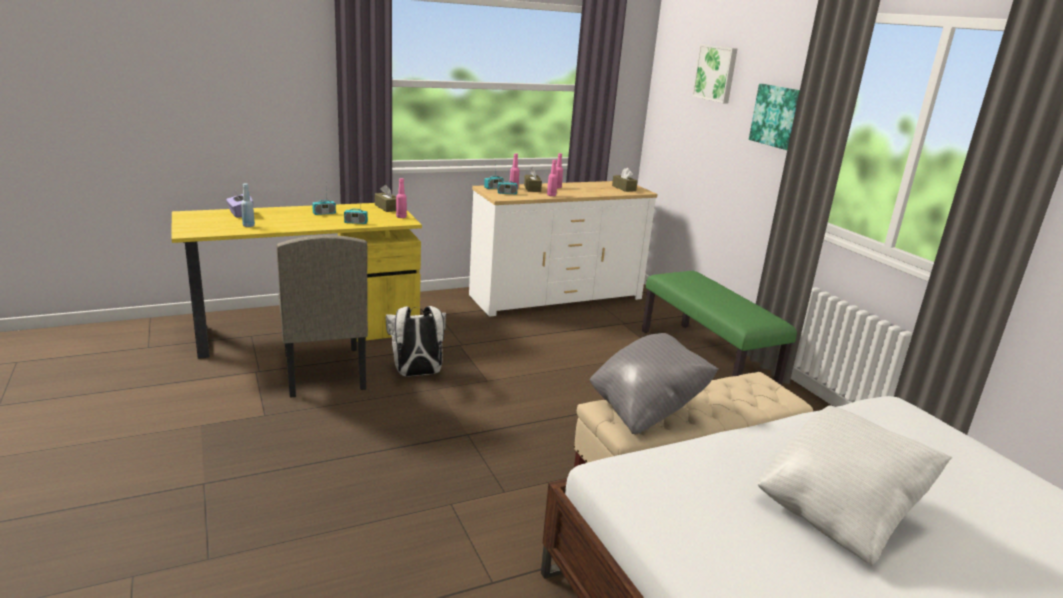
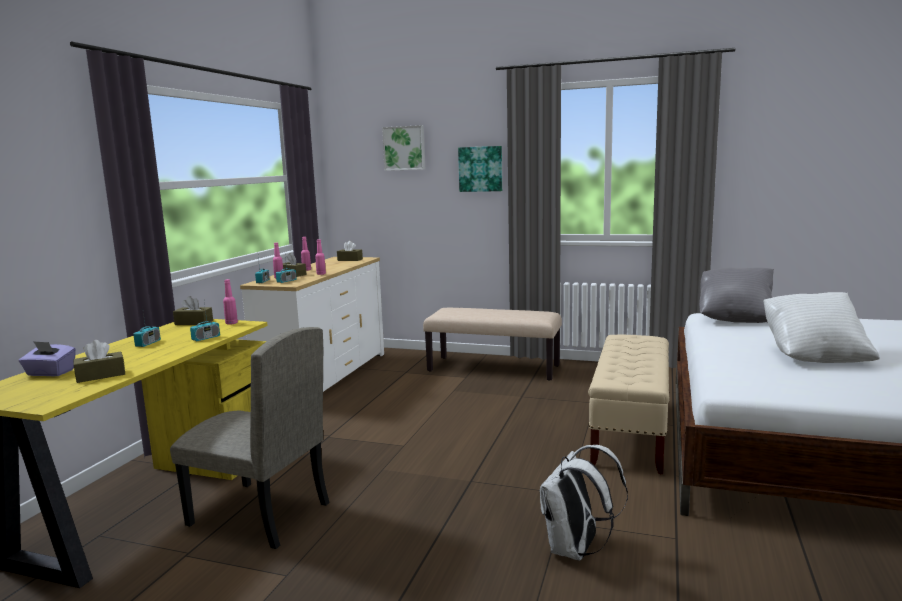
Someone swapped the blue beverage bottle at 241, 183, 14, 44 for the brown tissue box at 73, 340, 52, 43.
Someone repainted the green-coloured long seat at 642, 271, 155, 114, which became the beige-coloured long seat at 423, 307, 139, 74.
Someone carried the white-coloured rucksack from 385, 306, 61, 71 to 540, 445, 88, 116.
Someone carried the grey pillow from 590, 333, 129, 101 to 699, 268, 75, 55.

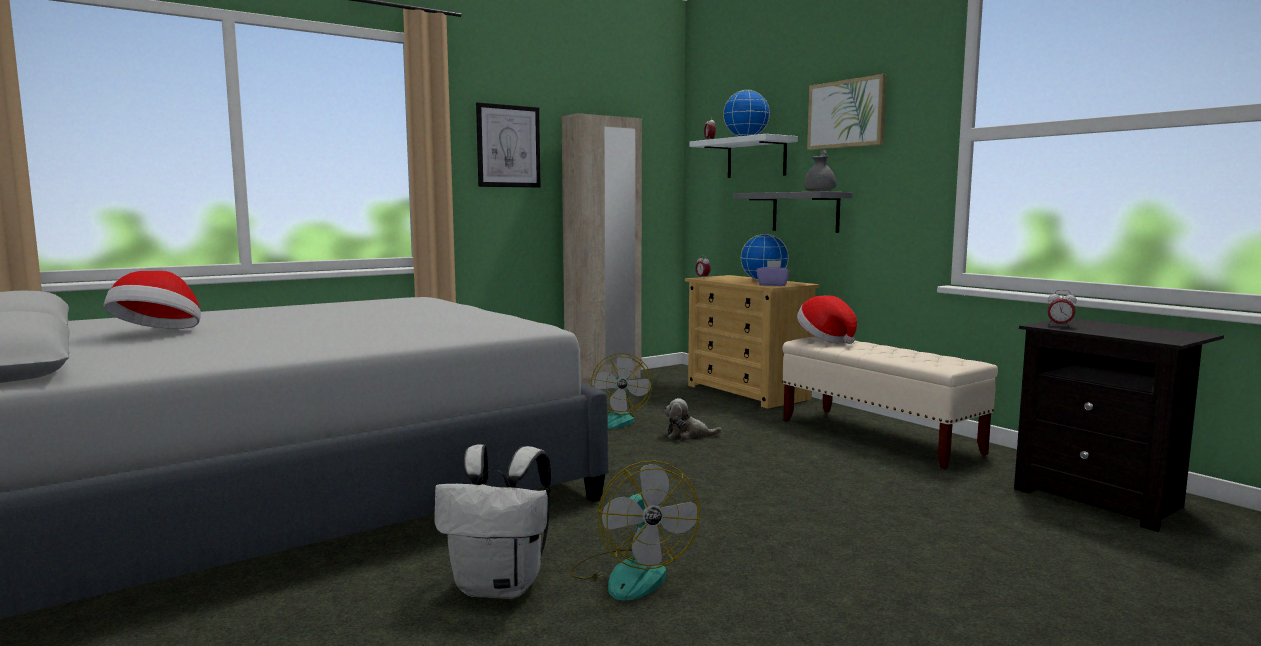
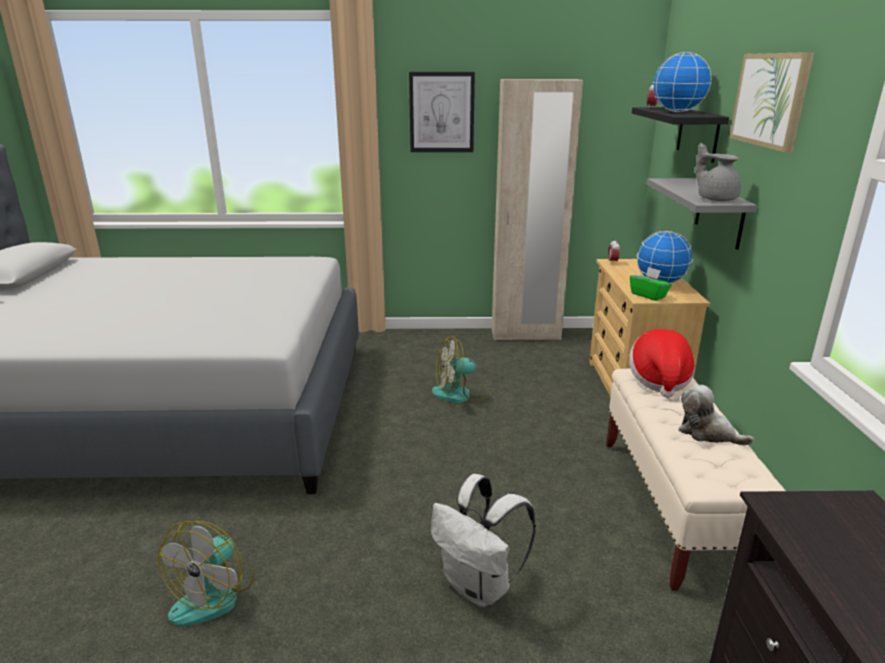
Someone repainted the white-coloured shelf at 689, 134, 109, 44, which became the black-coloured shelf at 632, 107, 97, 56.
Someone rotated the grey tea pot at 804, 150, 32, 42 by 90 degrees counterclockwise.
Someone repainted the purple tissue box at 756, 260, 34, 26, which became the green-coloured tissue box at 630, 267, 41, 34.
Someone took away the clothing hat at 104, 271, 97, 58.
Someone took away the bedside clock at 1048, 290, 29, 37.
Someone rotated the cooling fan at 591, 353, 62, 76 by 45 degrees clockwise.
Someone carried the soft toy from 664, 398, 58, 42 to 678, 385, 76, 61.
Someone carried the white-coloured rucksack from 435, 444, 116, 155 to 431, 474, 105, 133.

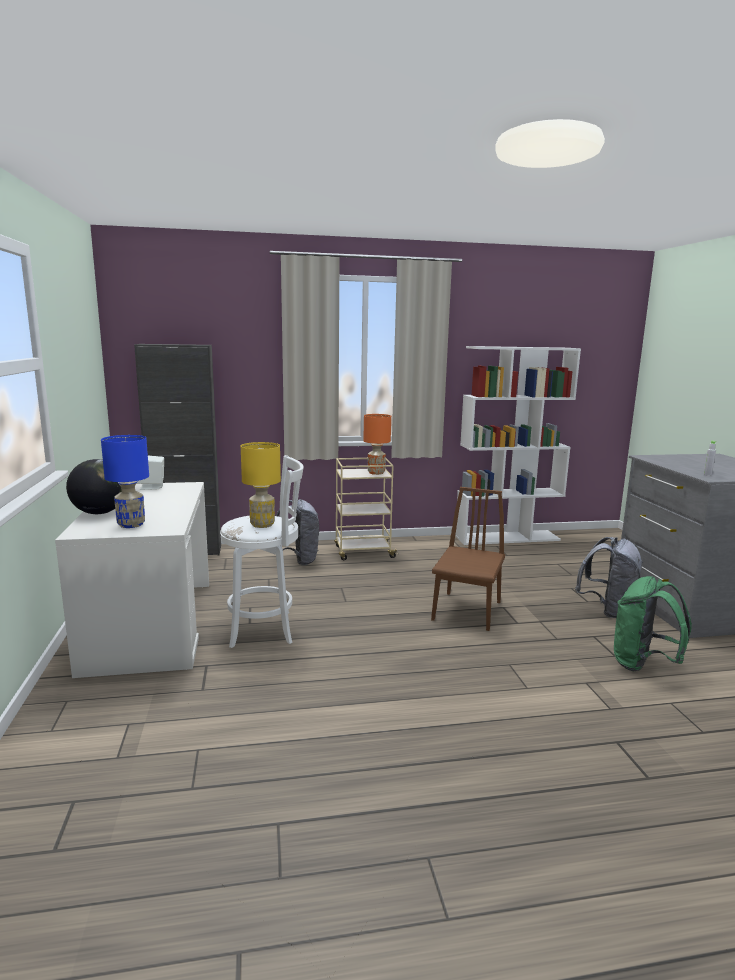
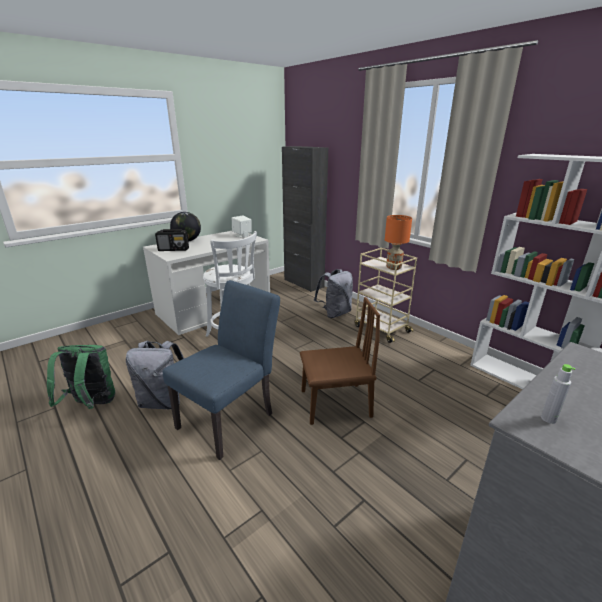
Someone swapped the blue lamp for a table at 101, 435, 48, 93 for the radio set at 155, 229, 34, 22.
Someone took away the yellow-coloured lamp for a table at 241, 442, 40, 86.
Someone carried the grey rucksack from 575, 537, 68, 81 to 126, 341, 58, 68.
Someone carried the green-coloured rucksack from 614, 576, 78, 95 to 47, 345, 68, 64.
Someone put down the blue chair at 163, 280, 117, 180.

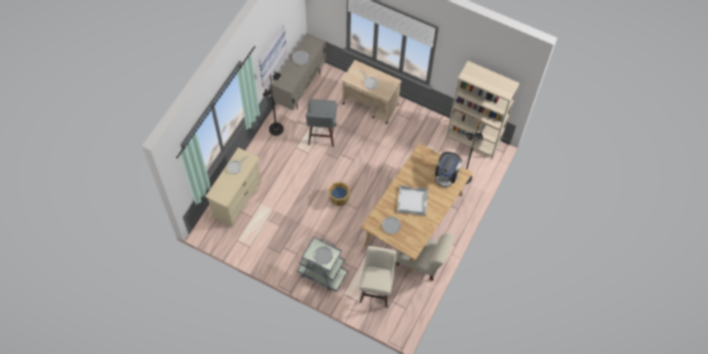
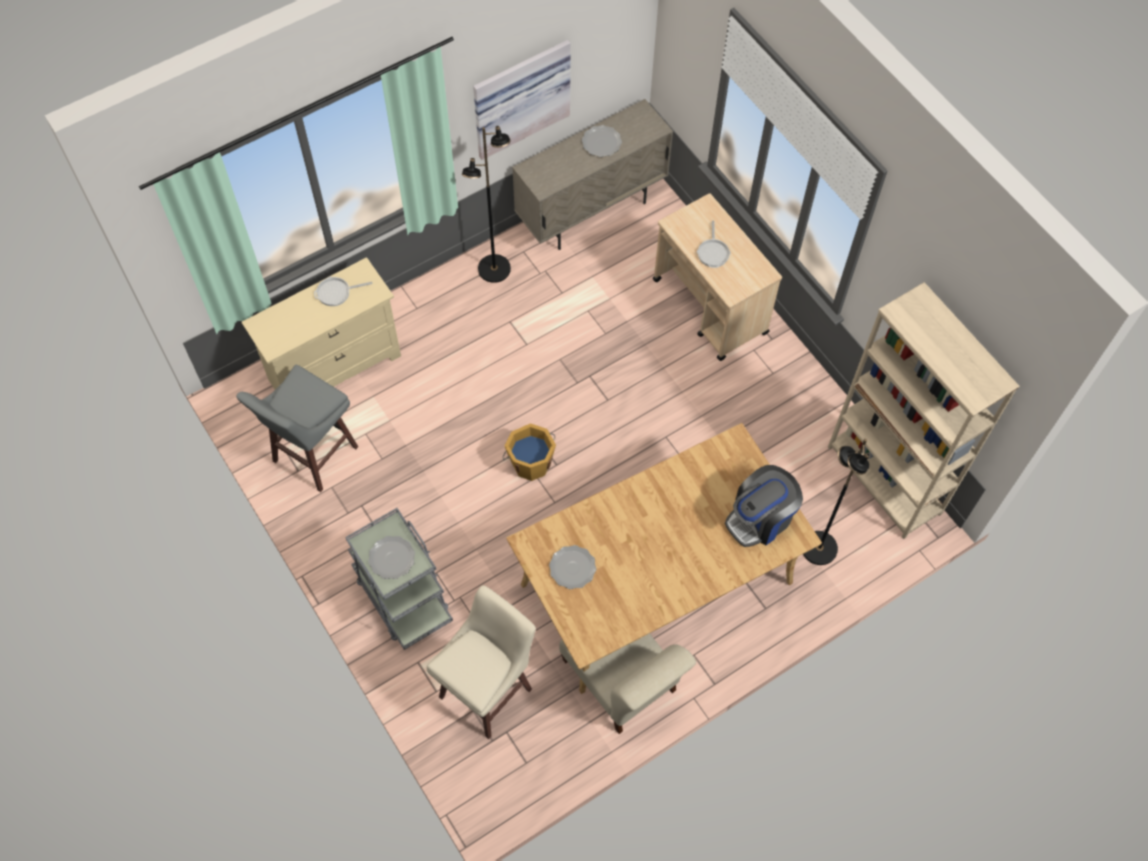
Someone carried the grey sitting stool from 306, 99, 31, 48 to 236, 365, 122, 127.
Someone took away the white-coloured tray at 397, 185, 31, 31.

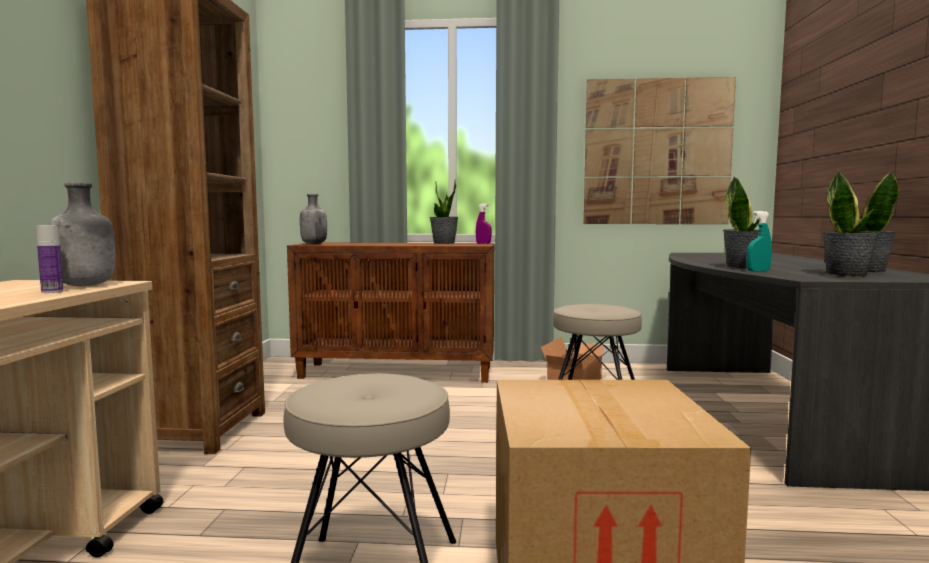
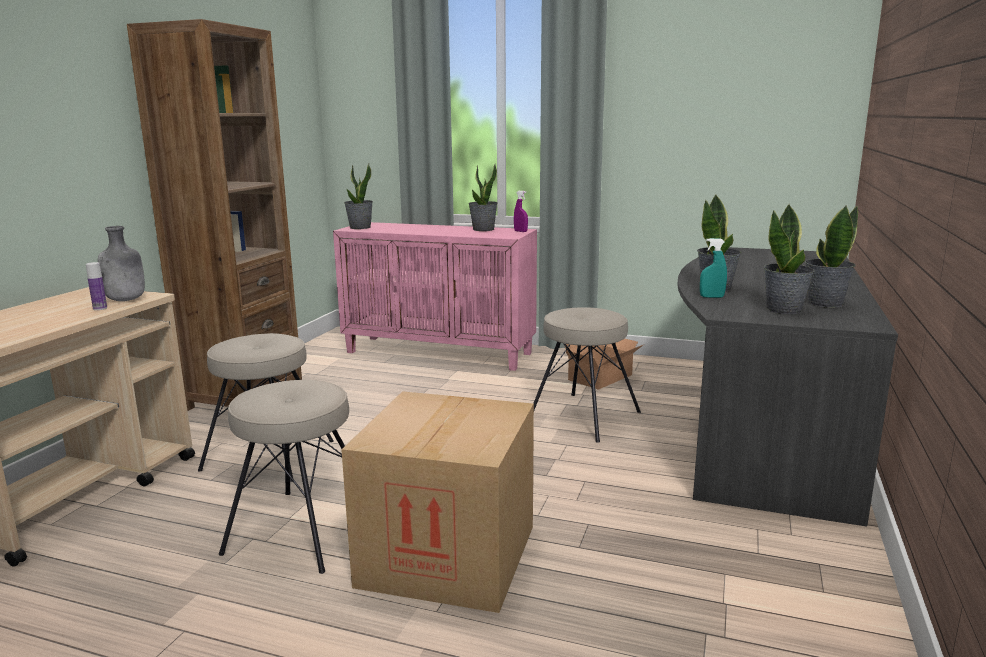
Someone took away the picture at 584, 77, 152, 147.
Someone swapped the grey beverage bottle at 300, 194, 27, 50 for the plant in a pot at 344, 164, 29, 65.
Someone repainted the brown storage cabinet at 287, 243, 207, 140, which became the pinkish storage cabinet at 333, 222, 204, 149.
Someone put down the beige-coloured sitting stool at 198, 333, 135, 149.

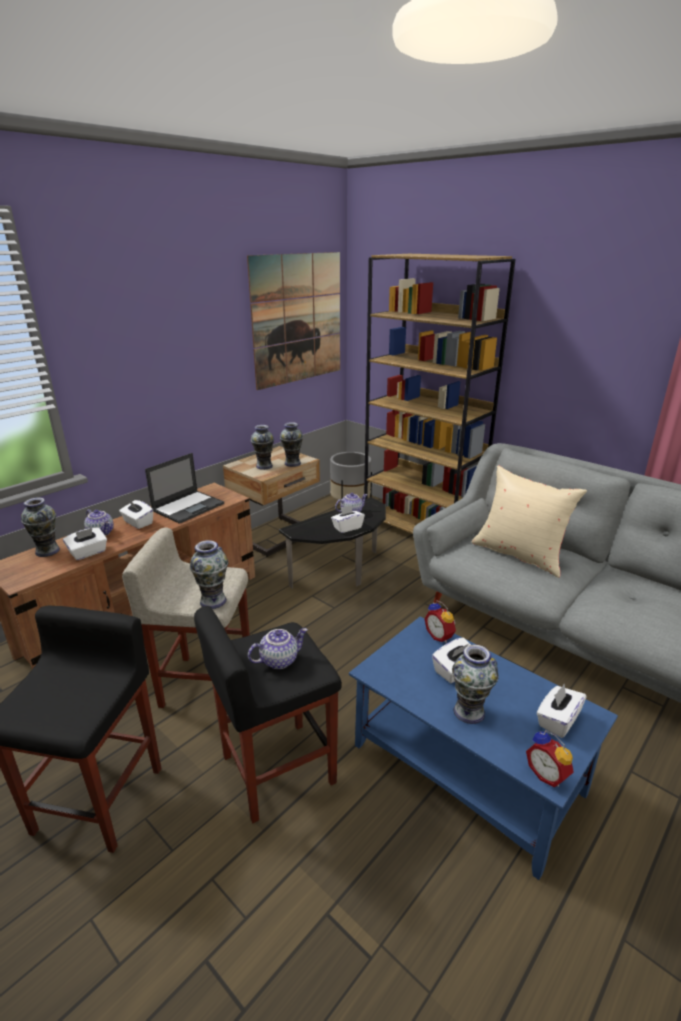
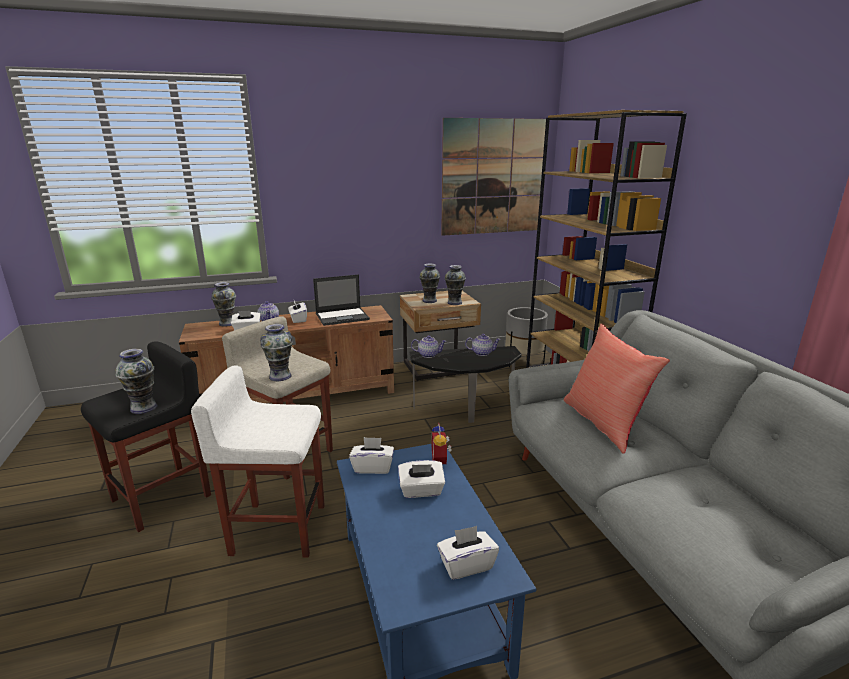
Someone repainted the beige-coloured pillow at 472, 465, 115, 113, which became the reddish pillow at 564, 324, 106, 130.
Someone carried the white-coloured tissue box from 331, 505, 34, 28 to 349, 437, 45, 37.
Someone repainted the black-coloured sitting stool at 194, 606, 148, 217, which became the white-coloured sitting stool at 191, 365, 134, 193.
Someone carried the tea pot from 248, 628, 60, 41 to 411, 335, 35, 23.
Someone carried the vase from 452, 645, 46, 79 to 115, 349, 43, 65.
Someone took away the bedside clock at 526, 730, 48, 57.

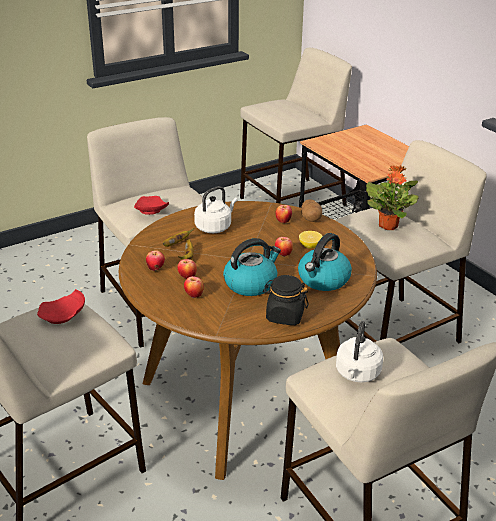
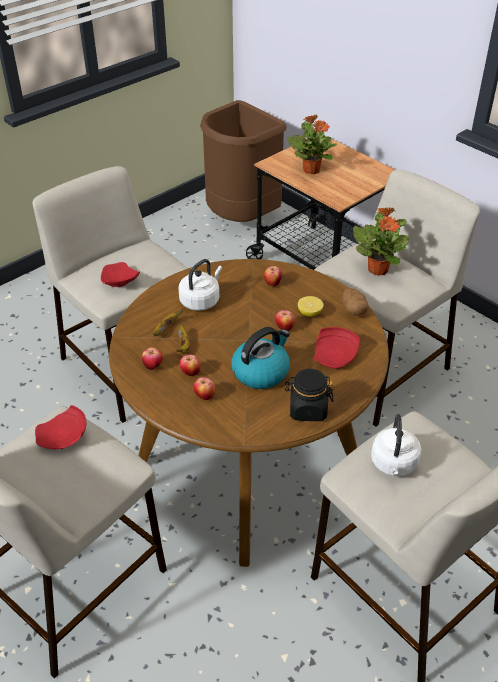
Someone swapped the beige-coloured sitting stool at 240, 48, 112, 158 for the brown trash can at 200, 100, 87, 122.
Someone carried the spud from 301, 199, 21, 23 to 342, 288, 27, 28.
Someone swapped the water kettle at 298, 233, 54, 58 for the reddish dinner plate at 314, 327, 46, 42.
Someone put down the plant in a pot at 287, 114, 50, 60.

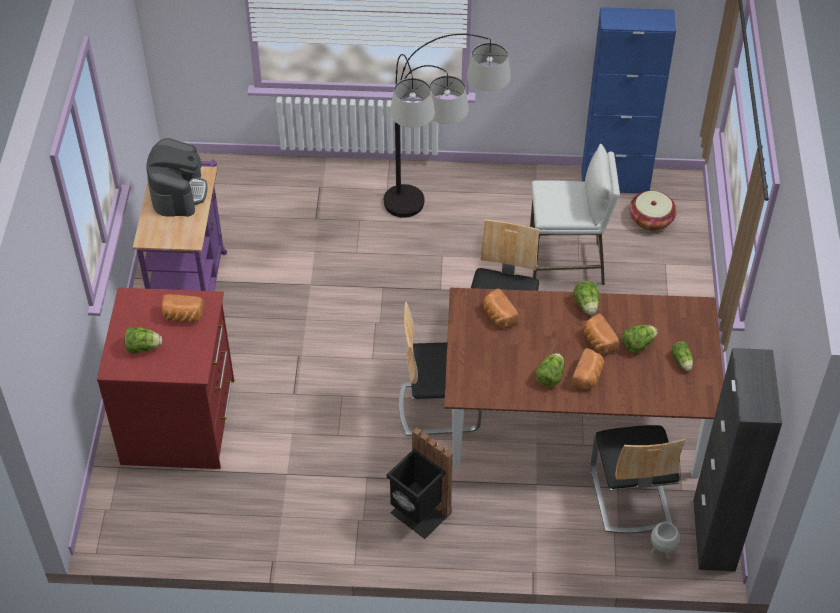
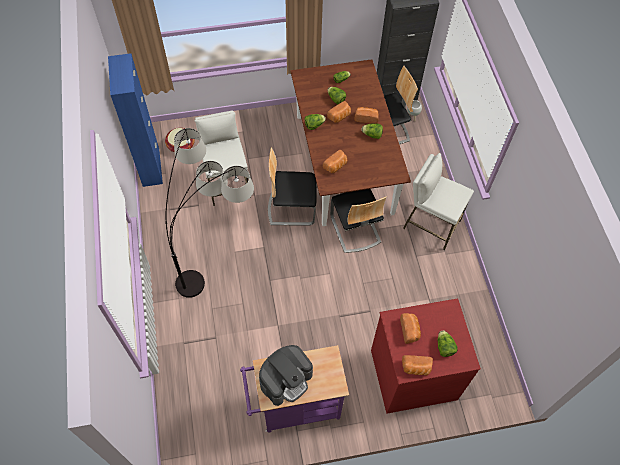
Someone rotated the coffee maker at 146, 138, 62, 79 by 150 degrees clockwise.
Someone swapped the black-coloured trash can at 387, 427, 66, 112 for the white-coloured sitting stool at 403, 153, 71, 97.
Someone put down the baked bread at 402, 355, 31, 21.

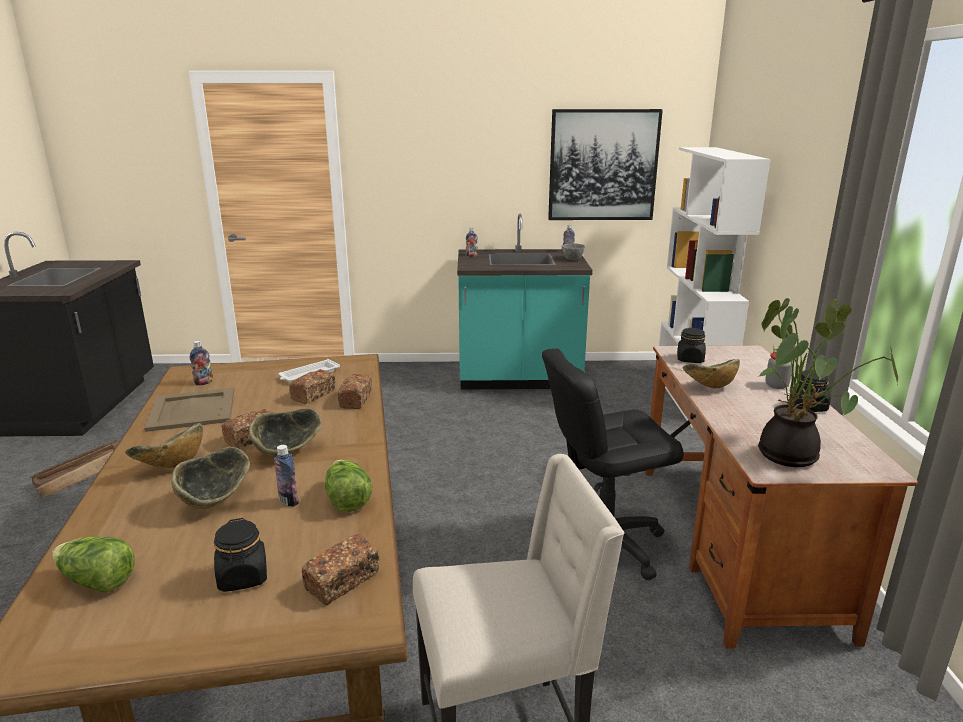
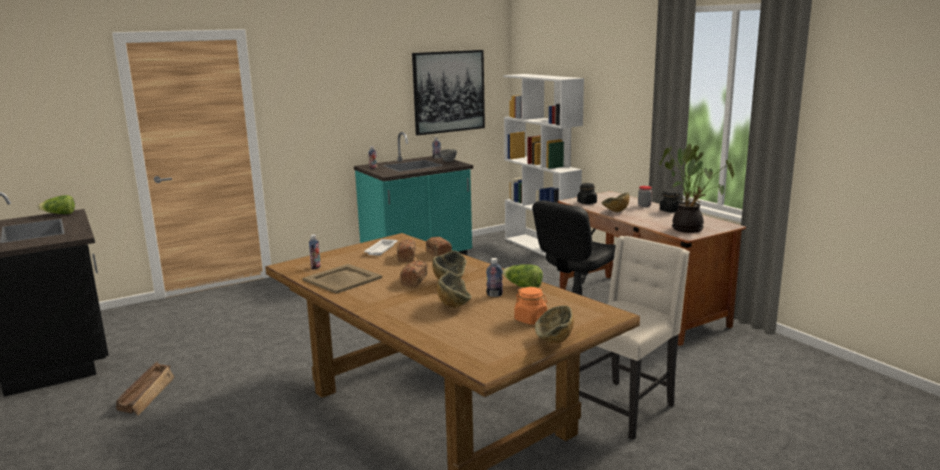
Someone carried the serving bowl from 125, 423, 78, 45 to 535, 305, 39, 38.
Someone repainted the black-coloured jar at 214, 518, 53, 74, which became the orangey jar at 514, 287, 33, 38.
Someone took away the baked bread at 302, 534, 78, 71.
Someone carried the head of lettuce from 52, 537, 83, 55 to 37, 195, 38, 19.

